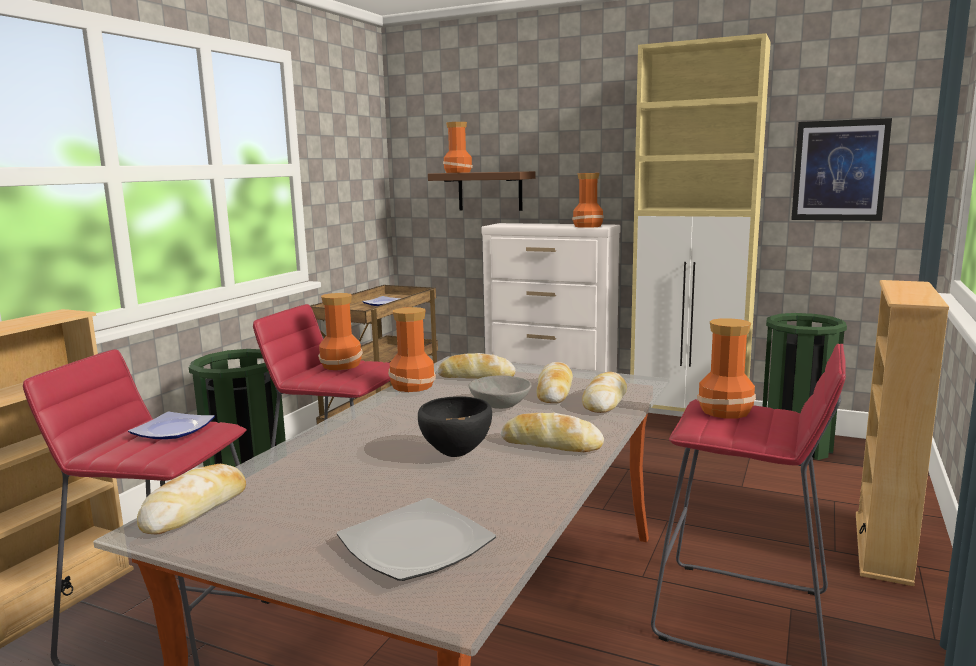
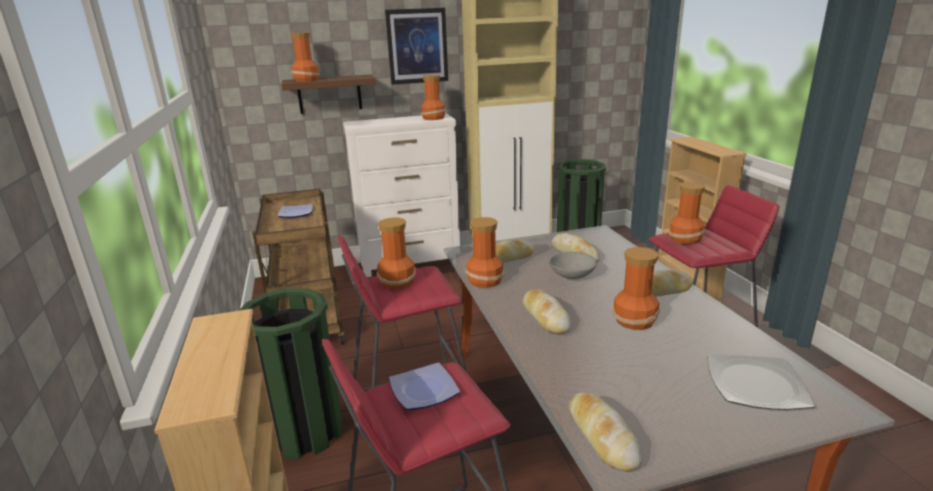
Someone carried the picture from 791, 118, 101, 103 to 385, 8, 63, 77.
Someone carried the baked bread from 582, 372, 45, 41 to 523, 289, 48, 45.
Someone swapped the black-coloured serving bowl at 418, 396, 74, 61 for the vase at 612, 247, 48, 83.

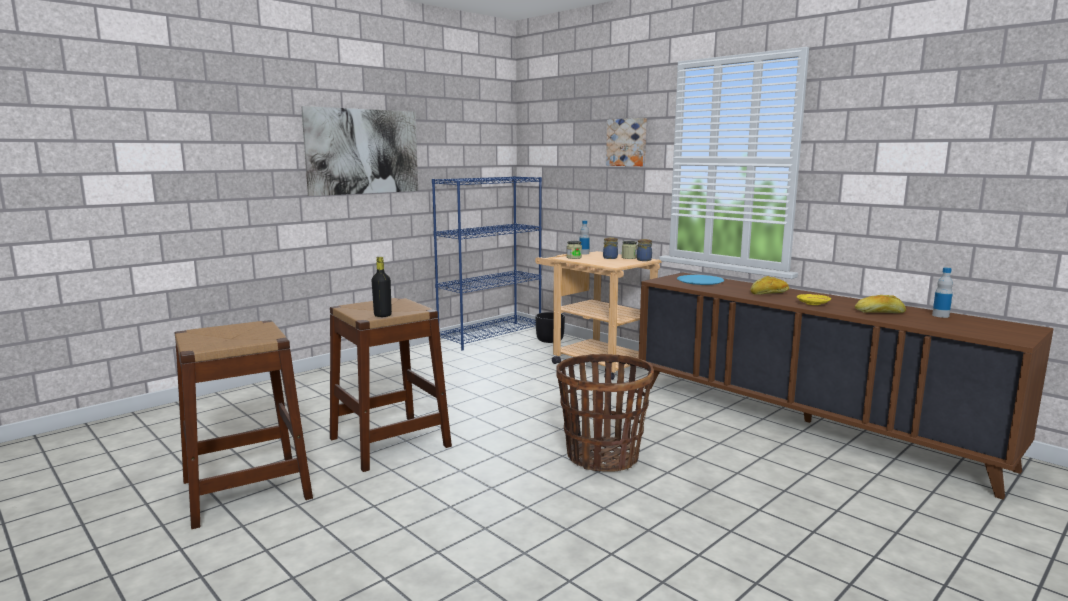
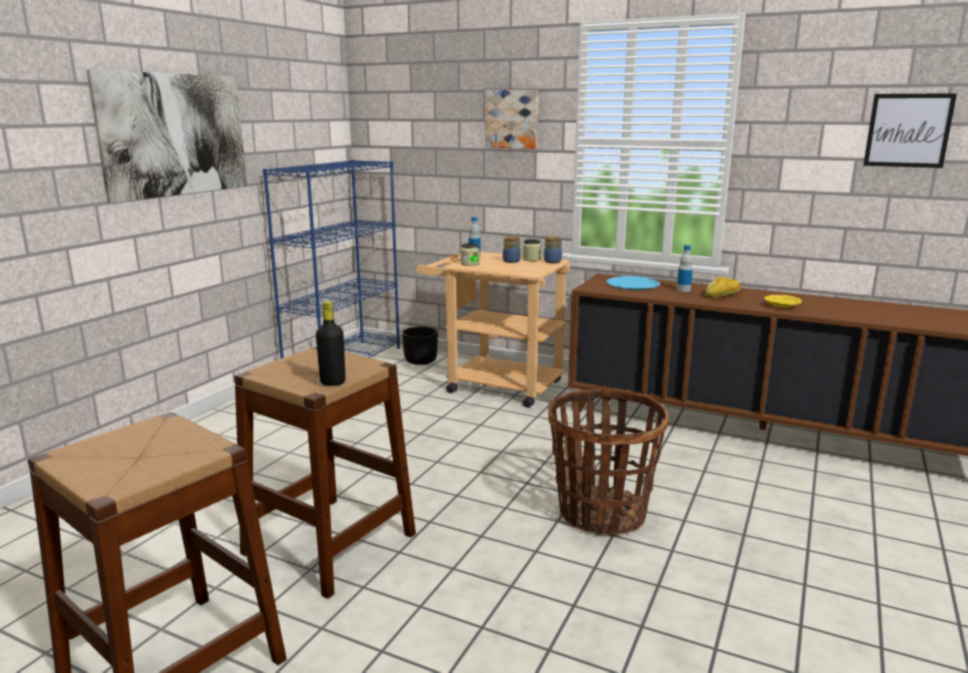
Someone carried the beverage bottle from 932, 267, 21, 51 to 677, 245, 16, 47.
Someone took away the baked bread at 855, 295, 51, 18.
Someone put up the picture at 863, 93, 94, 75.

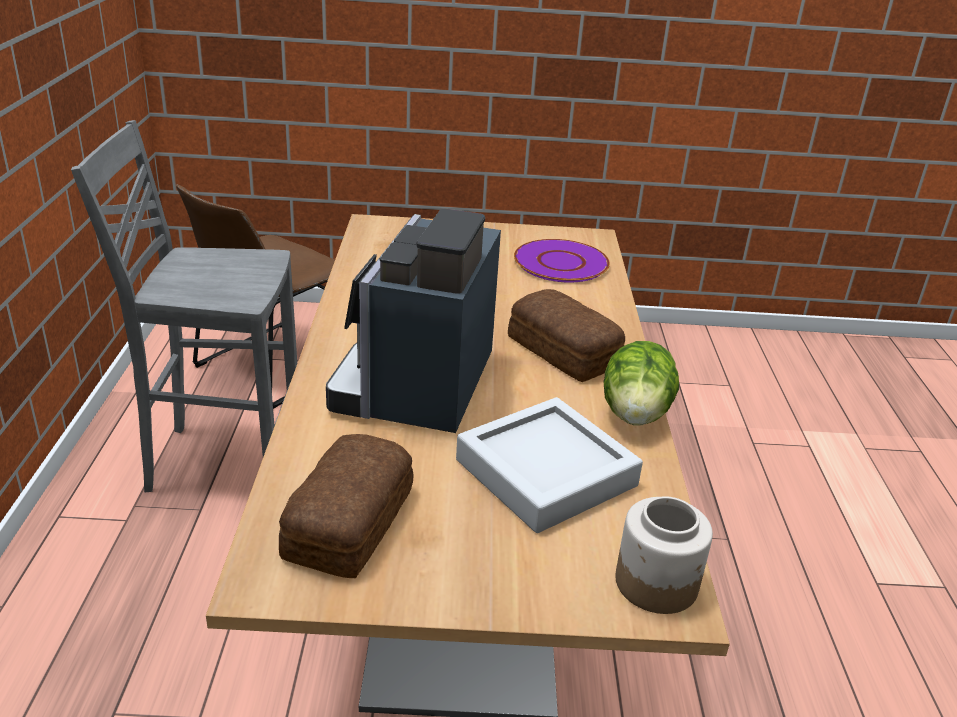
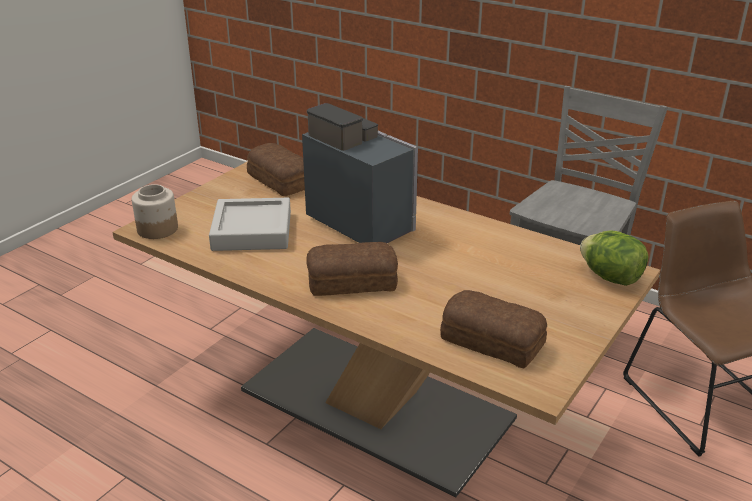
Someone swapped the purple dinner plate at 514, 239, 96, 44 for the baked bread at 440, 290, 107, 79.
Someone carried the head of lettuce from 604, 341, 75, 85 to 580, 231, 68, 55.

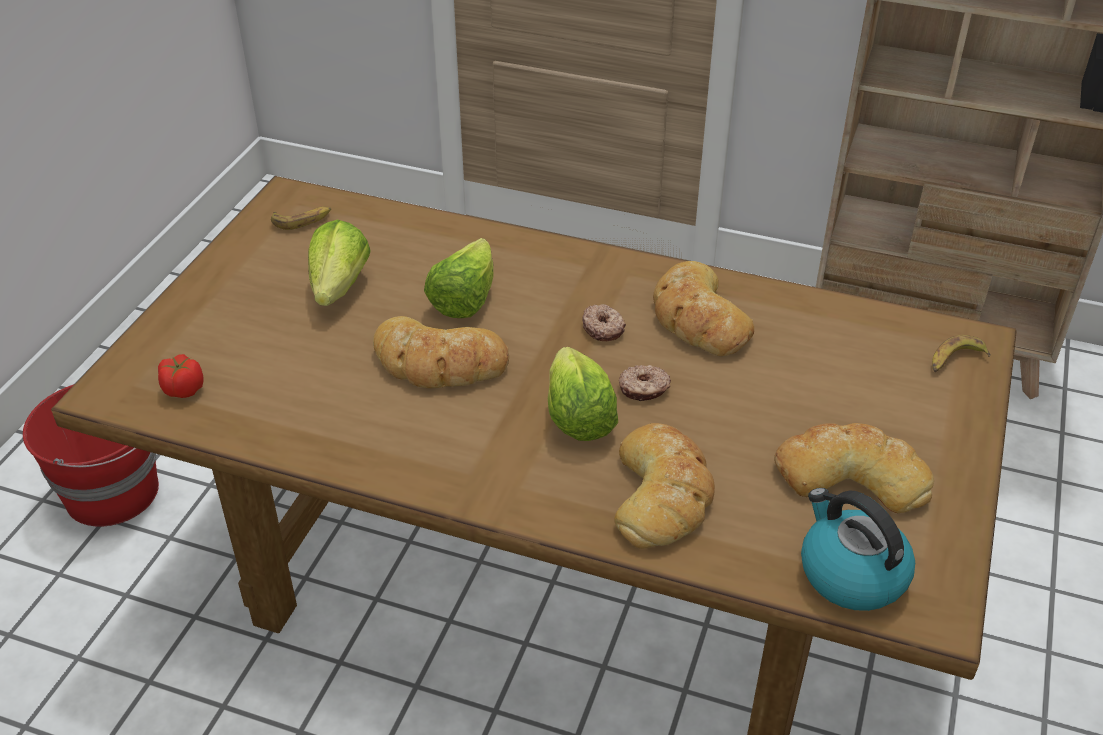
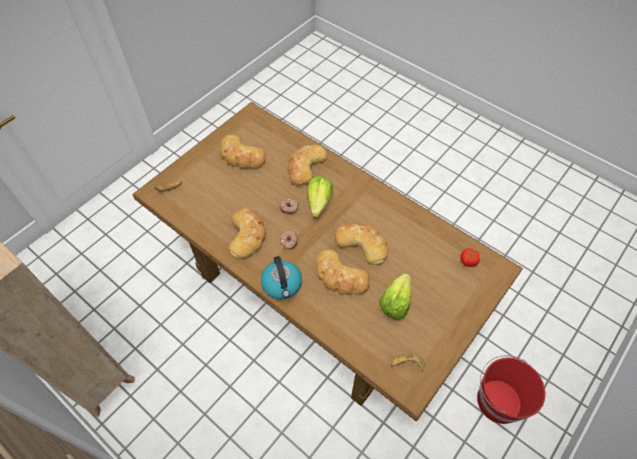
Someone swapped the head of lettuce at 424, 238, 69, 80 for the baked bread at 316, 250, 54, 45.
Someone carried the water kettle from 801, 488, 114, 123 to 261, 256, 41, 43.

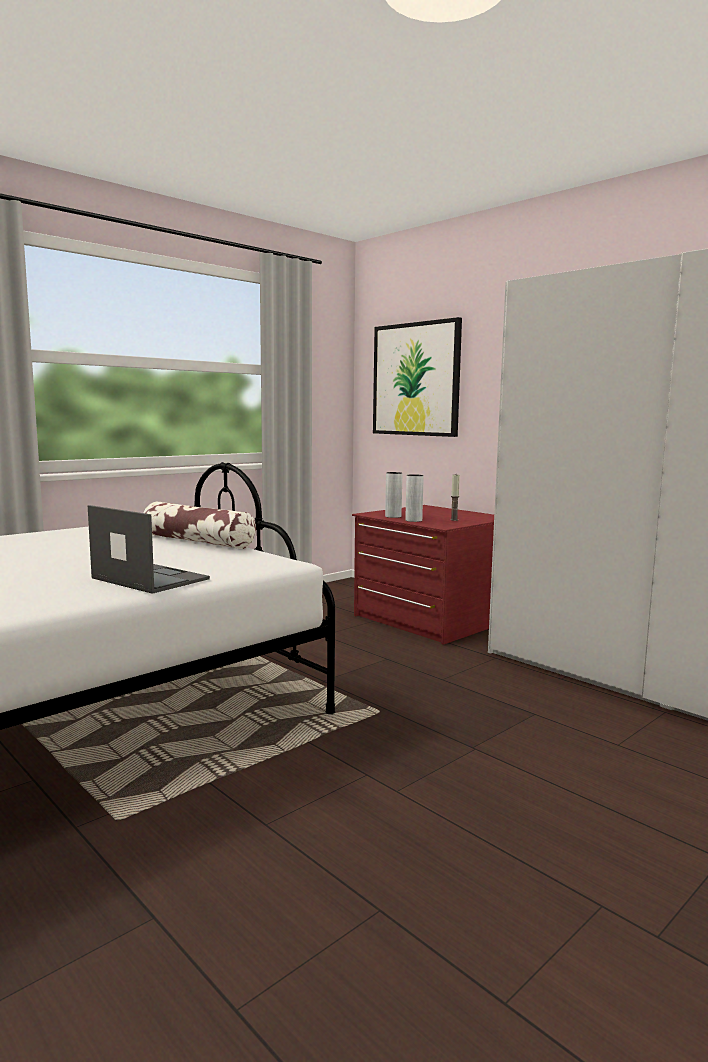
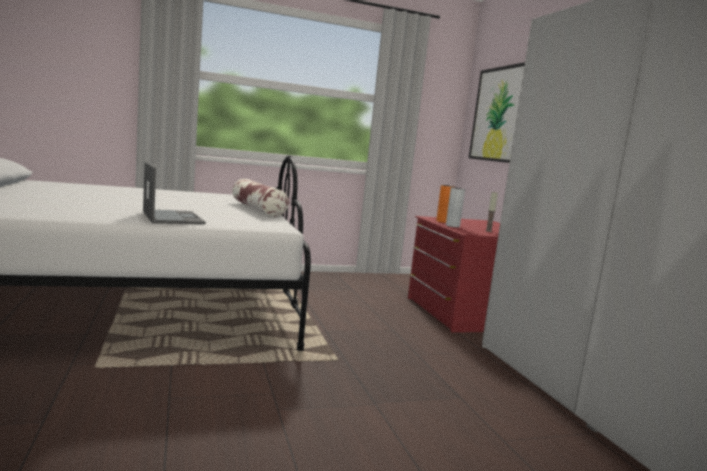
Someone repainted the grey vase at 385, 472, 17, 46, which became the orangey vase at 436, 185, 19, 38.

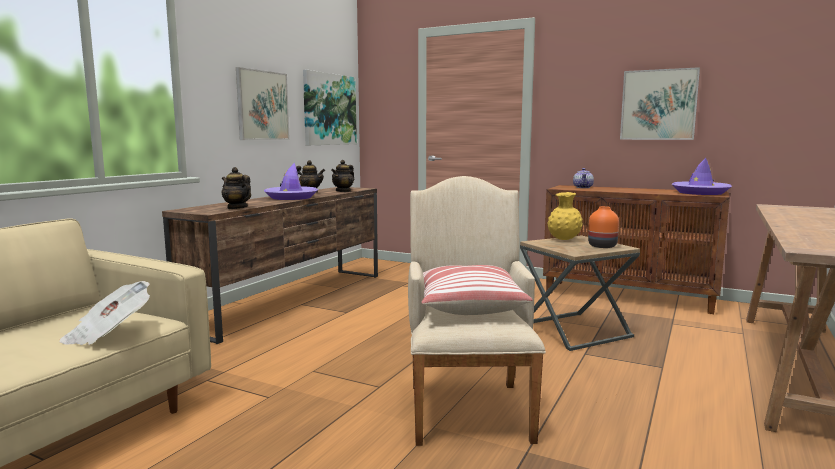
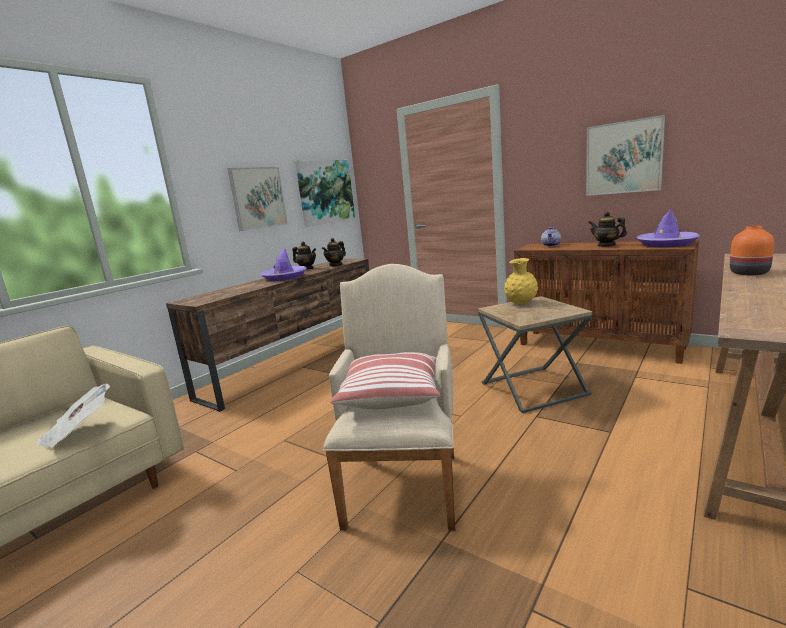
Someone carried the tea pot from 222, 167, 29, 42 to 589, 212, 38, 35.
Someone carried the orangey vase from 588, 206, 31, 42 to 730, 226, 44, 49.

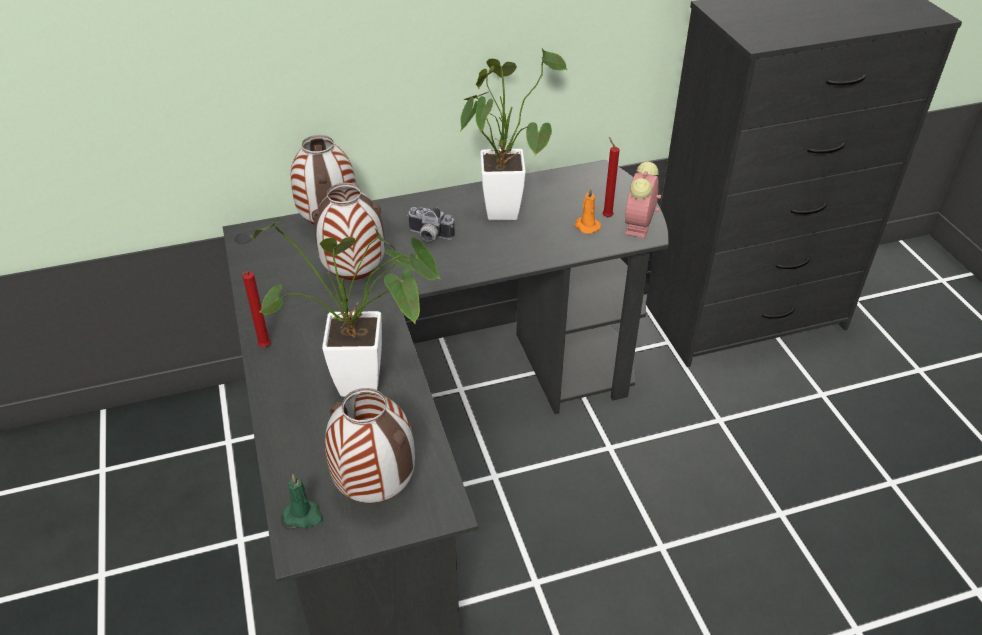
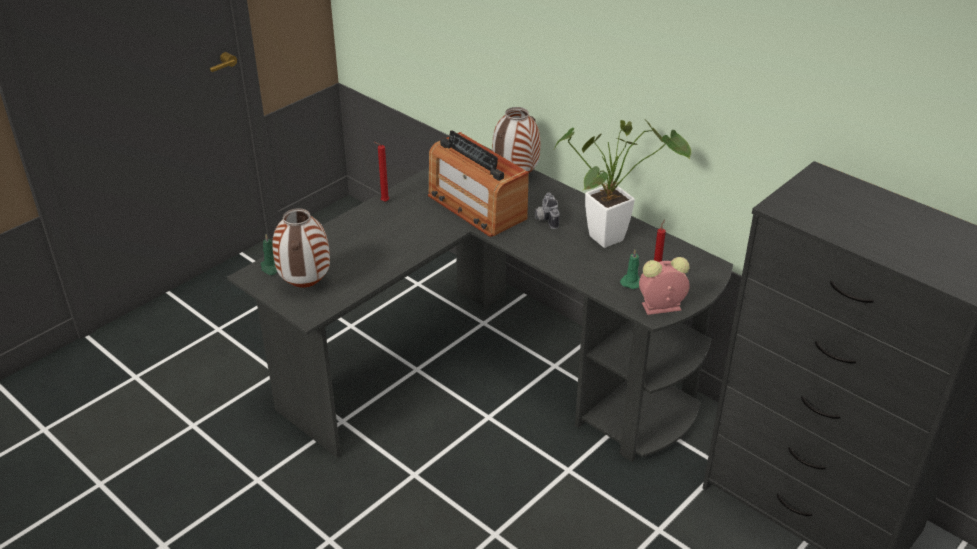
Someone swapped the vase at 312, 183, 73, 97 for the radio set at 428, 131, 101, 106.
Someone repainted the orangey candle at 575, 188, 26, 46, which became the green-coloured candle at 620, 250, 20, 39.
Someone took away the plant in a pot at 253, 217, 188, 180.

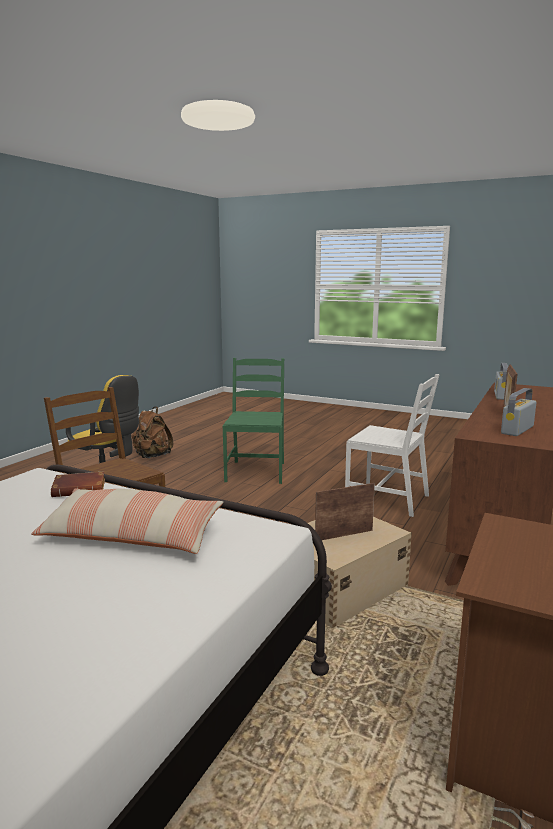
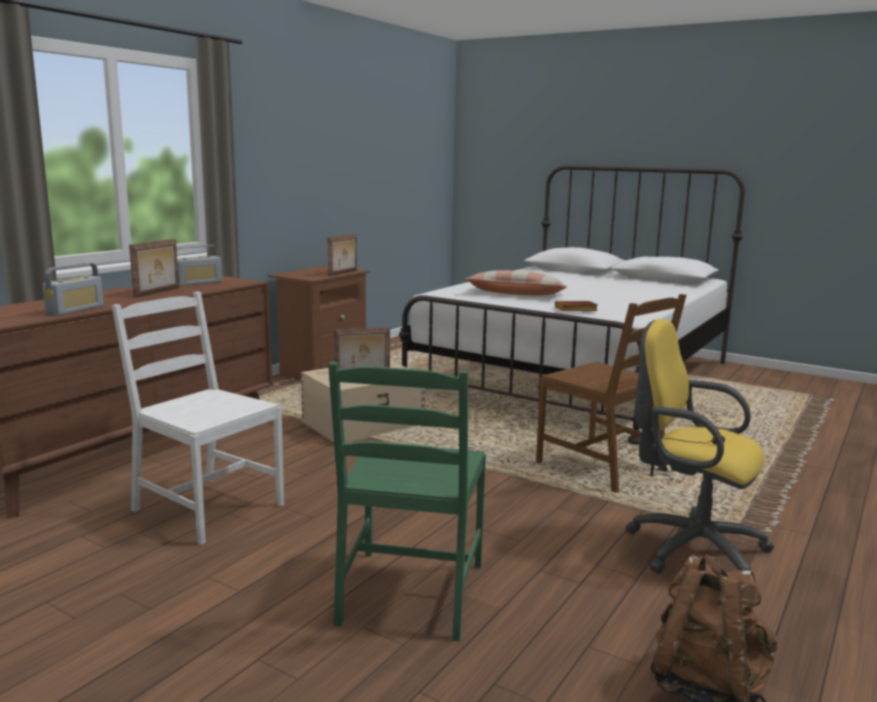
Someone put down the standing frame at 327, 234, 30, 42.

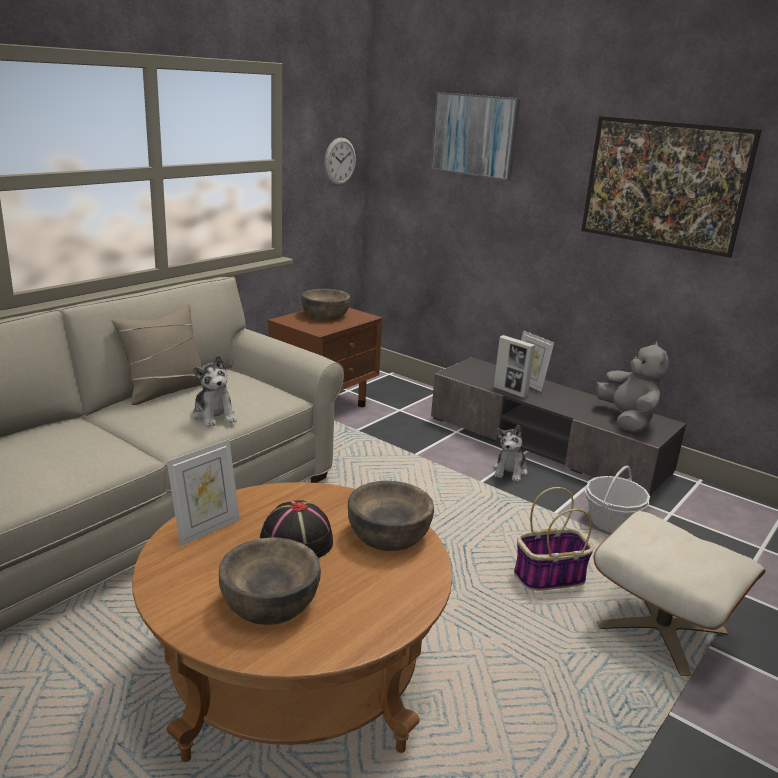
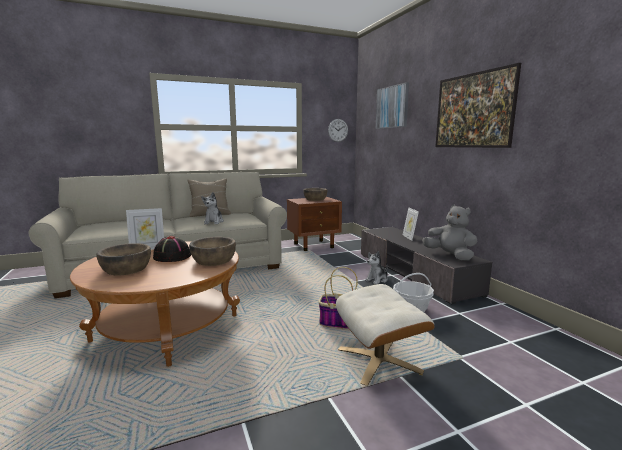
Someone took away the standing frame at 494, 335, 42, 63.
Someone rotated the grey soft toy at 596, 341, 72, 92 by 60 degrees counterclockwise.

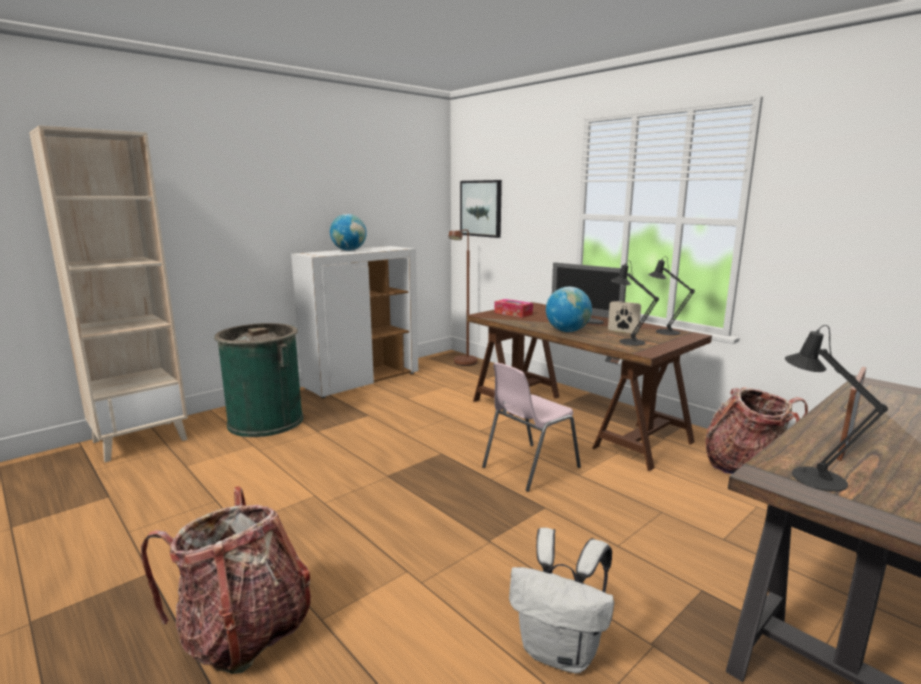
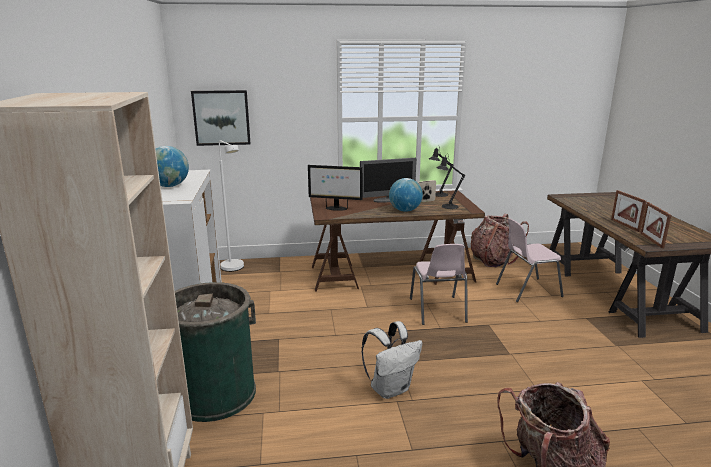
Someone repainted the brown standing lamp at 448, 229, 29, 137, which became the white-coloured standing lamp at 219, 140, 25, 132.
Someone swapped the tissue box at 494, 299, 39, 19 for the monitor at 308, 165, 55, 46.
Someone swapped the black-coloured lamp for a table at 785, 325, 103, 167 for the standing frame at 640, 202, 31, 47.
Someone carried the white-coloured rucksack from 509, 528, 105, 145 to 362, 321, 60, 78.
Someone put down the pinkish chair at 496, 218, 68, 84.

